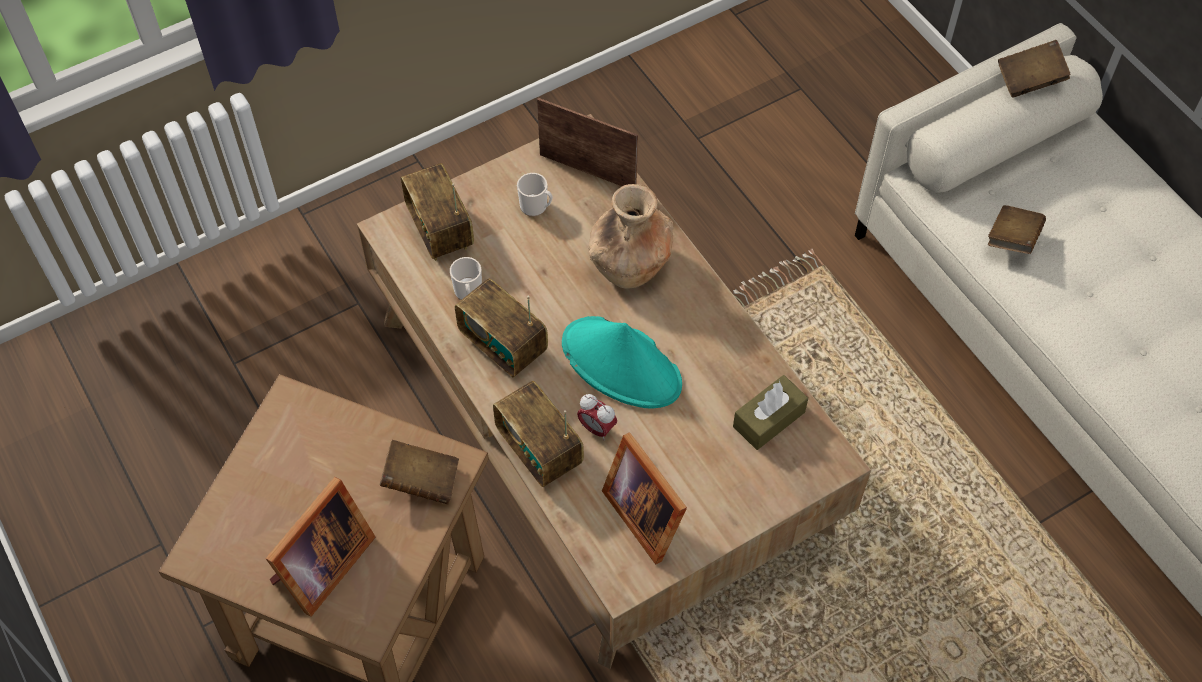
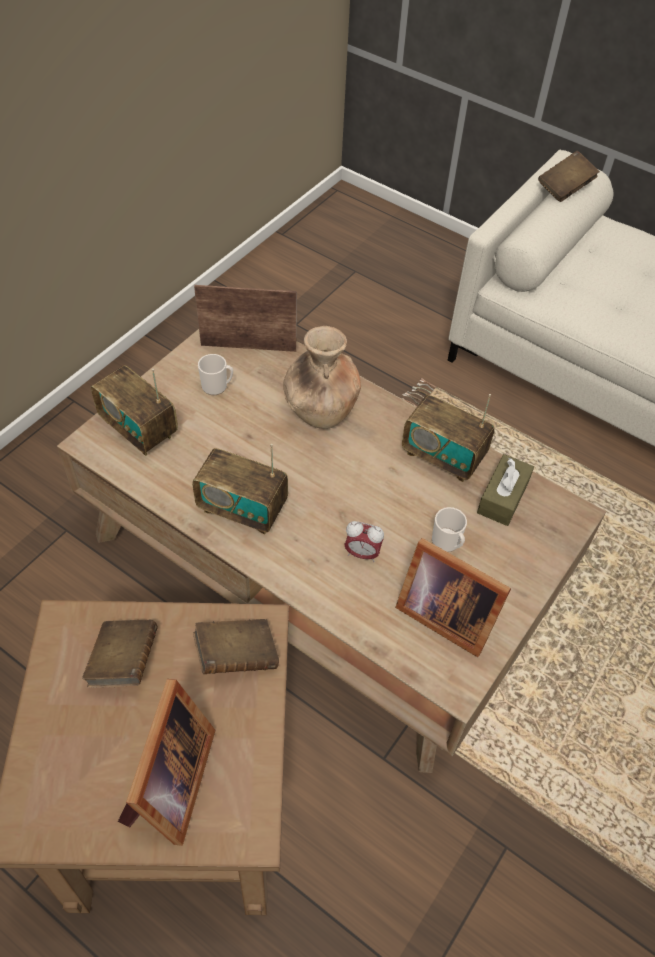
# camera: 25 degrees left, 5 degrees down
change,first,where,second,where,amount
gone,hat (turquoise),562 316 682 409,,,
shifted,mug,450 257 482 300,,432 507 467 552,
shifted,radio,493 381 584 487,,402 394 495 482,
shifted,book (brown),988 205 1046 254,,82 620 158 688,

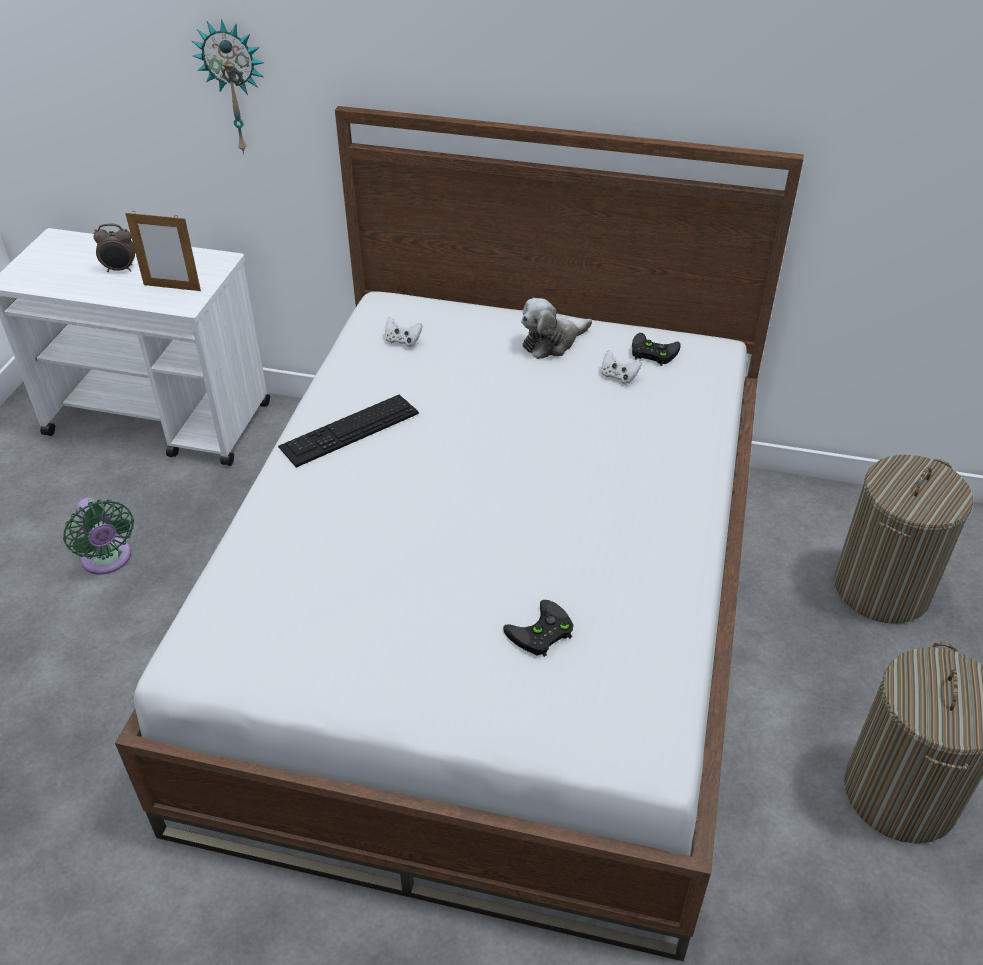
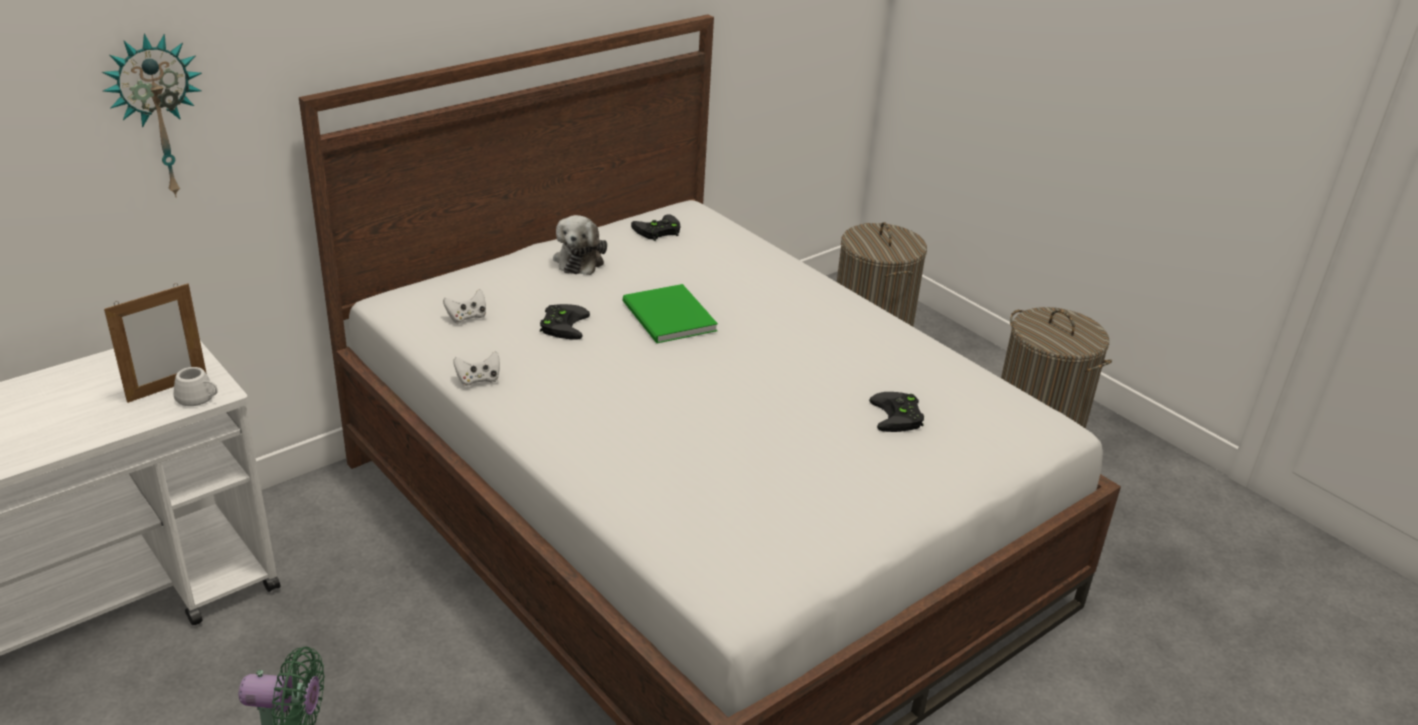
# camera: 55 degrees left, 10 degrees down
change,first,where,second,where,amount
gone,alarm clock,93 224 135 272,,,
gone,keyboard,278 395 419 467,,,
new,,,mug (white),174 367 218 406,
new,,,game controller (black),540 304 590 340,
new,,,book (green),623 284 718 343,
shifted,game controller (white),602 350 642 385,,454 351 500 386,

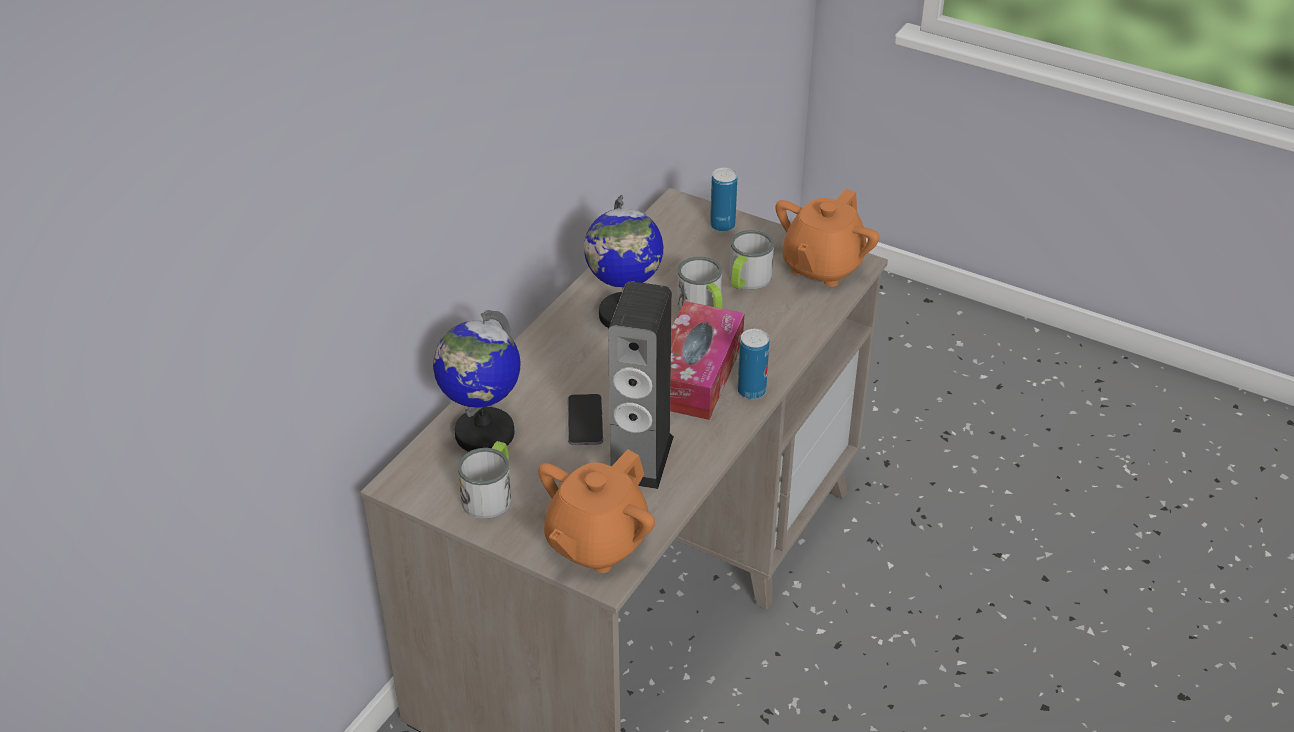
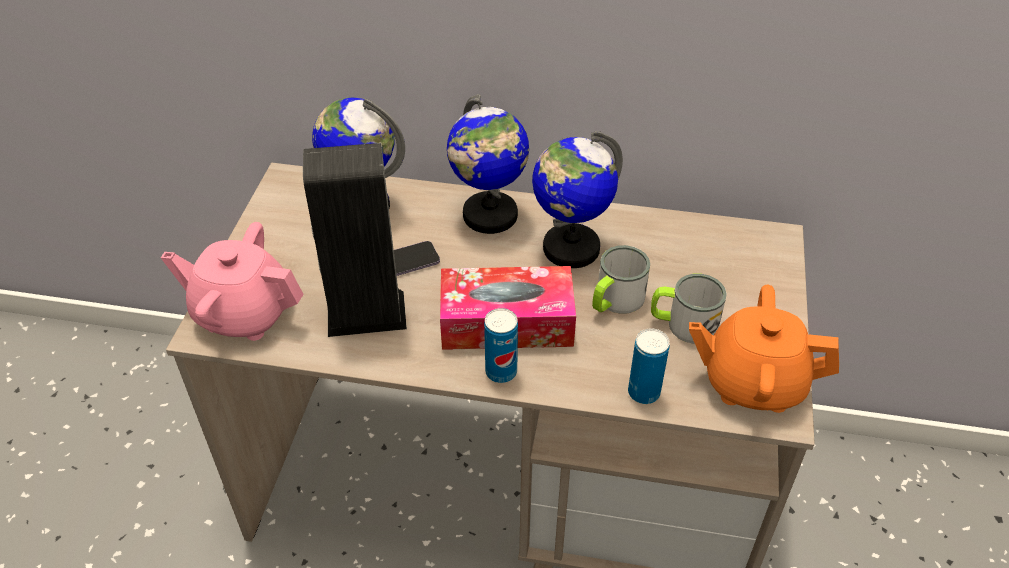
# camera: 70 degrees right, 5 degrees up
change,first,where,second,where,amount
gone,mug,458 441 512 519,,,
new,,,globe,447 94 529 234,
shifted,can,710 168 737 232,,628 328 670 404,
repainted,teapot (orange),538 450 655 573,teapot (pink),161 222 304 341,

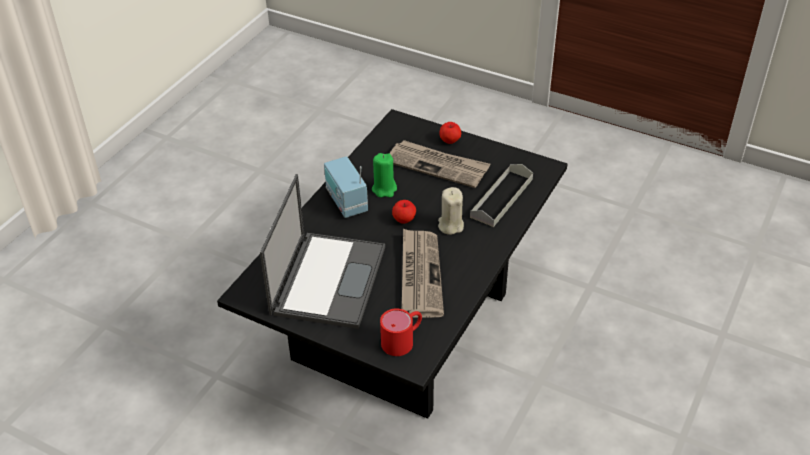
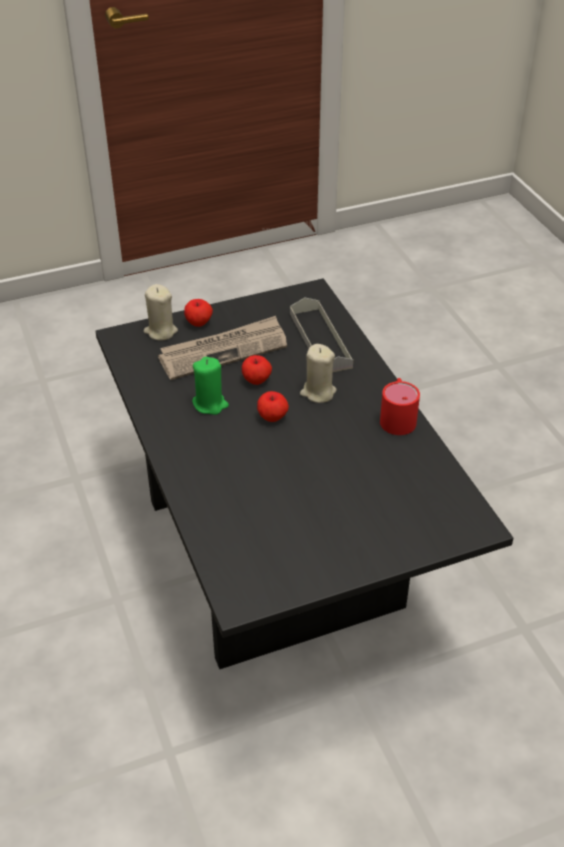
# camera: 50 degrees left, 0 degrees up
change,first,where,second,where,amount
gone,laptop,260 174 385 329,,,
gone,radio,324 156 368 218,,,
gone,newspaper,402 228 444 318,,,
new,,,candle (beige),144 284 178 341,
new,,,apple,242 355 272 385,
shifted,mug (red),380 308 422 356,,380 378 420 435,

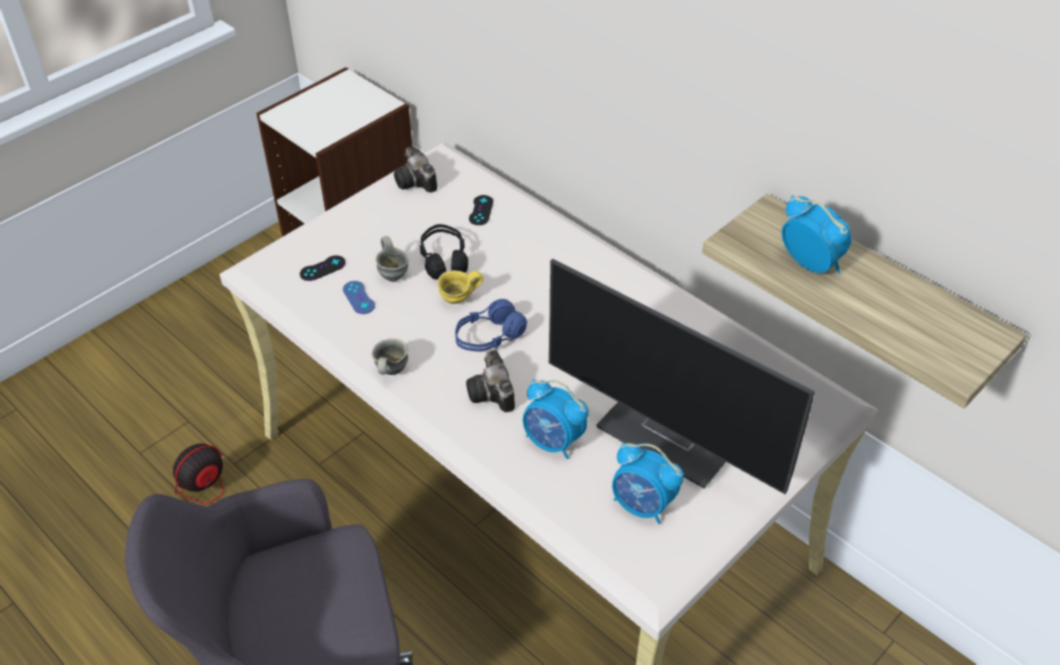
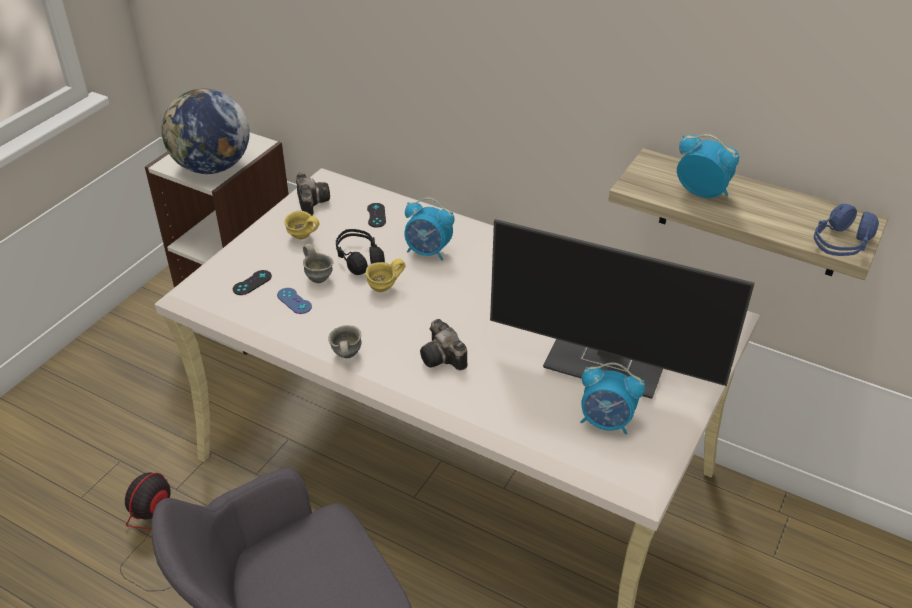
# camera: 15 degrees left, 5 degrees down
change,first,where,second,where,amount
new,,,globe,162 88 250 174,
new,,,mug (yellow),284 211 320 240,
shifted,headphones (blue),455 299 527 352,,814 204 879 256,
shifted,alarm clock,523 379 589 459,,404 198 455 261,
rotated,photo camera,394 146 437 193,,296 173 330 216,150 degrees counterclockwise

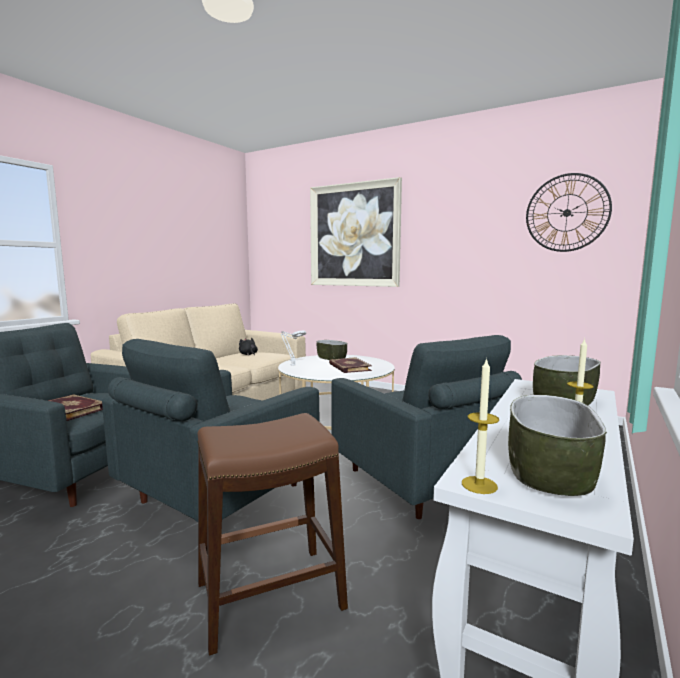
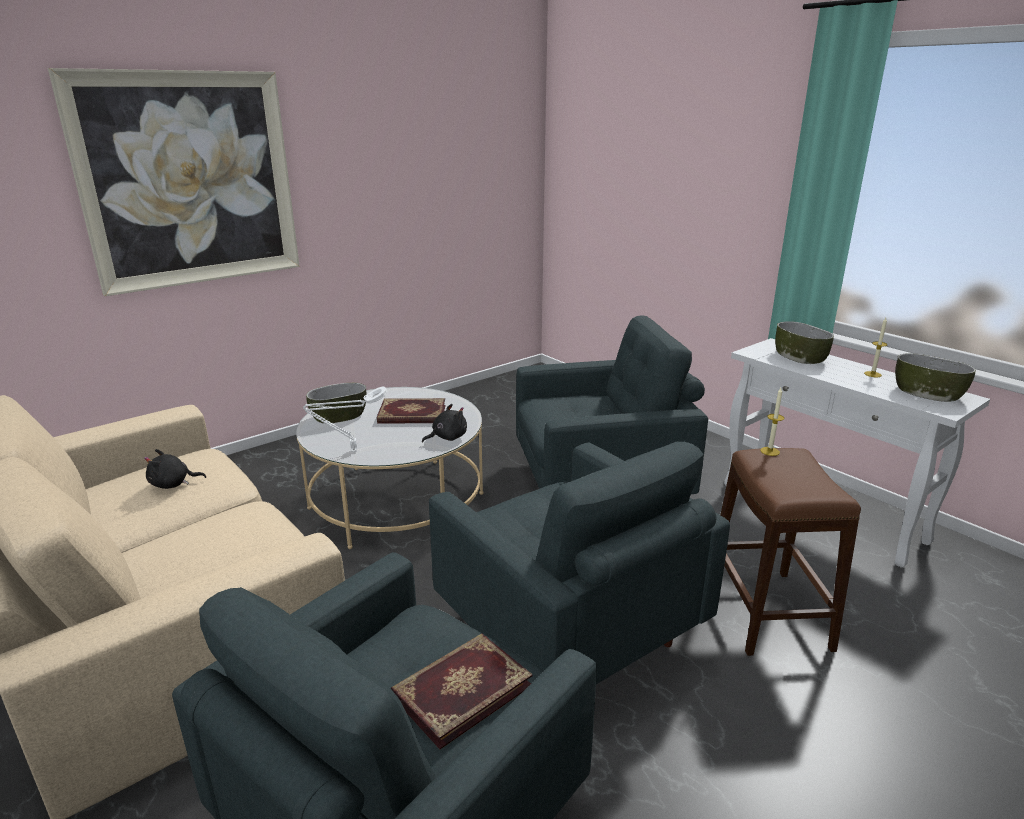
# camera: 70 degrees left, 15 degrees up
change,first,where,second,where,amount
gone,wall clock,526 173 612 252,,,
new,,,plush toy (black),422 404 467 443,
shifted,candle,462 358 499 494,,760 388 784 456,

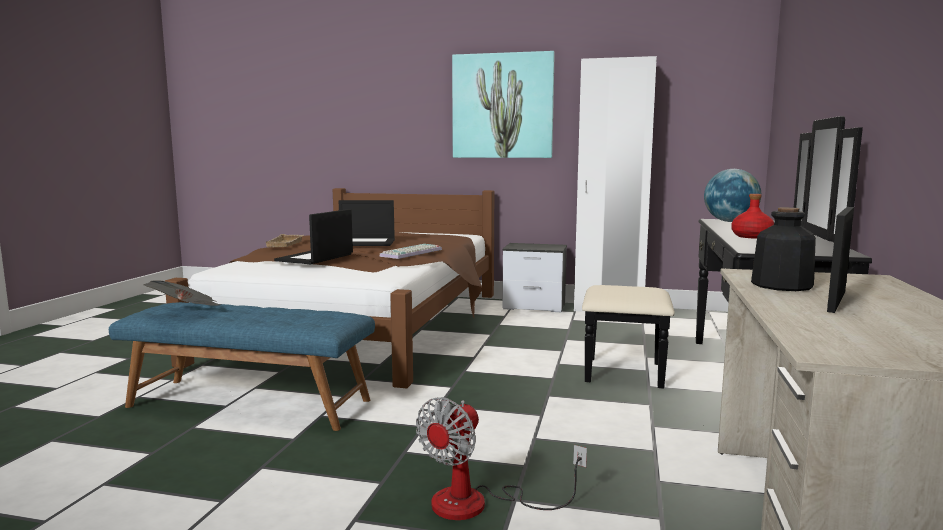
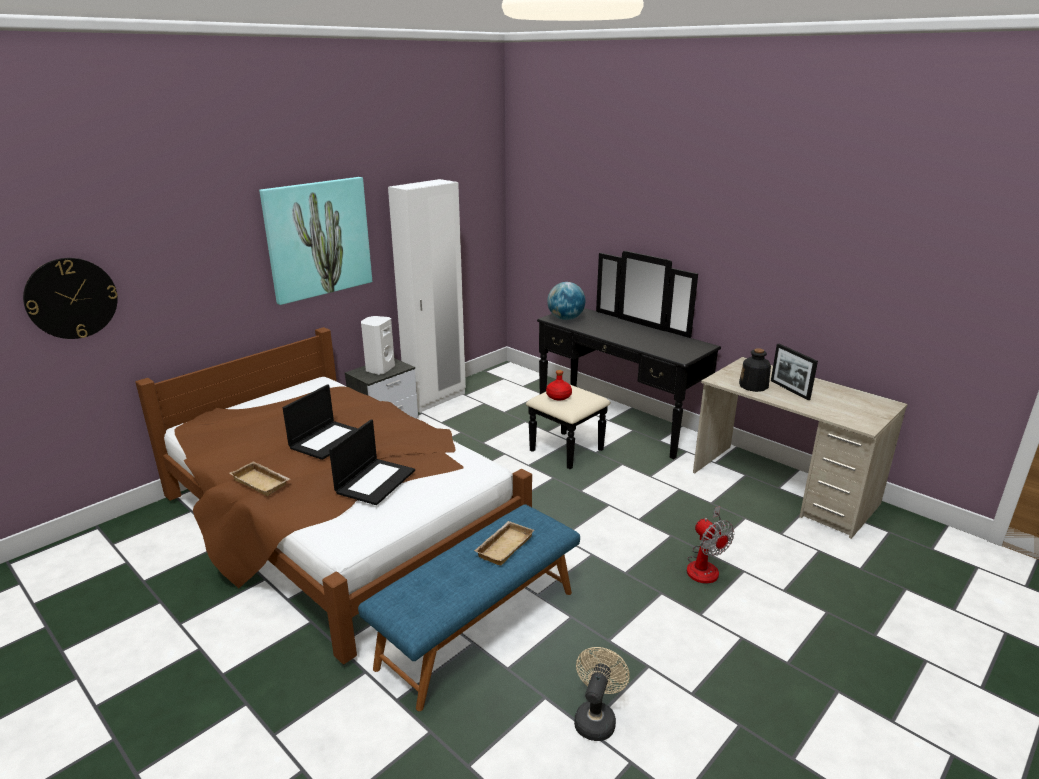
# camera: 60 degrees left, 15 degrees up
change,first,where,second,where,amount
gone,newspaper,143 280 221 306,,,
gone,keyboard,379 244 442 259,,,
new,,,wall clock,23 258 118 339,
new,,,speaker (white),361 316 395 375,
new,,,tray (beige),474 521 534 566,
new,,,fan (beige),574 647 630 741,
shifted,bottle (red),731 194 774 239,,546 370 572 401,
rotated,laptop,274 209 353 264,,329 420 415 505,120 degrees counterclockwise

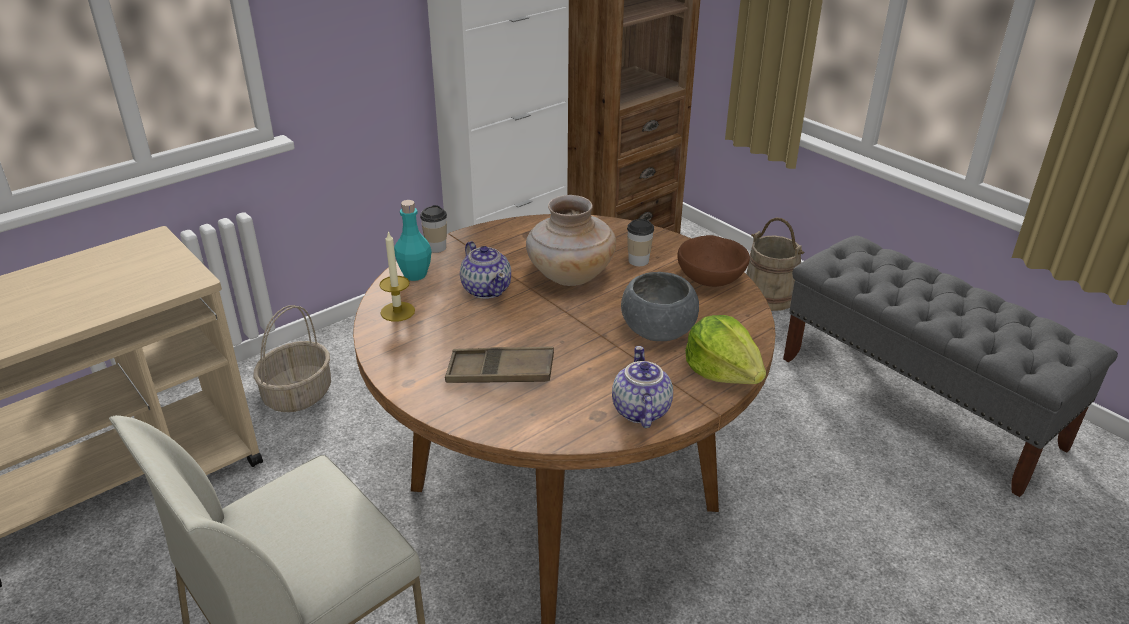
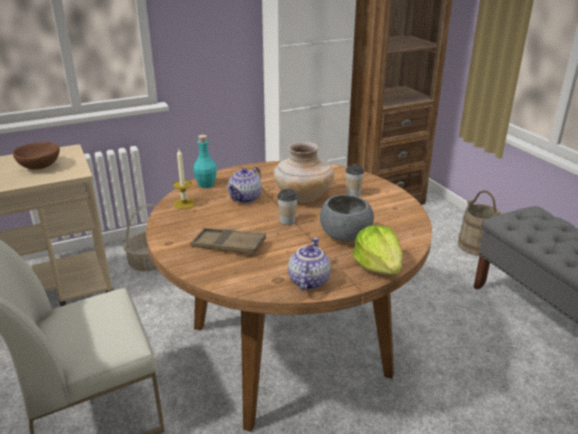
# camera: 15 degrees right, 5 degrees down
change,first,where,second,where,amount
shifted,cup,420 205 447 253,,277 189 297 225,
shifted,bowl (brown),677 235 750 287,,13 142 60 170,
rotated,teapot,460 241 511 299,,227 167 262 203,45 degrees clockwise

